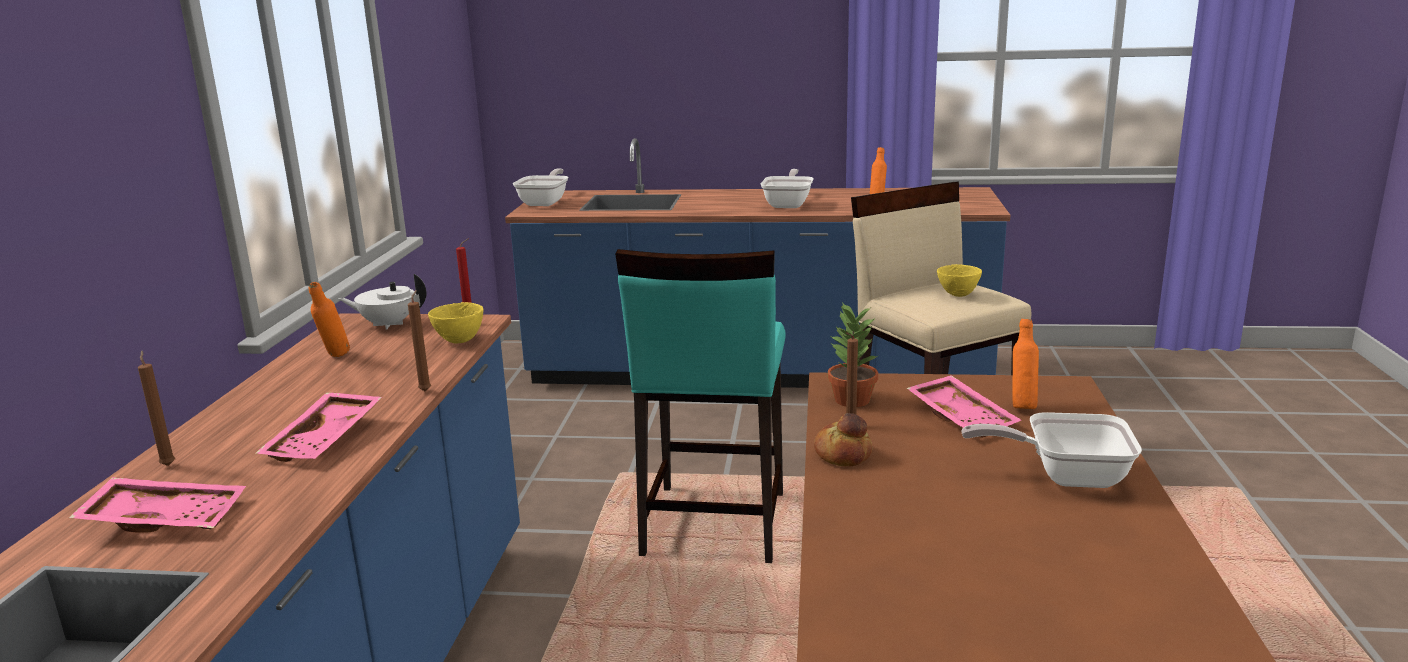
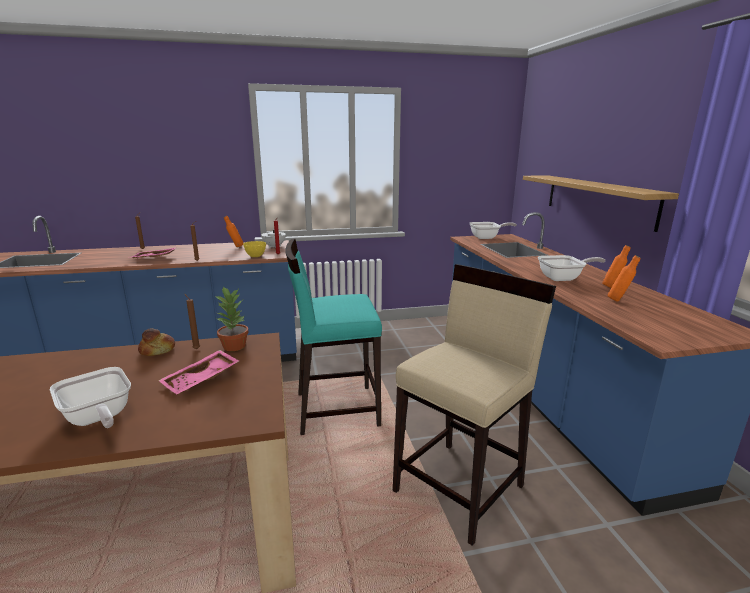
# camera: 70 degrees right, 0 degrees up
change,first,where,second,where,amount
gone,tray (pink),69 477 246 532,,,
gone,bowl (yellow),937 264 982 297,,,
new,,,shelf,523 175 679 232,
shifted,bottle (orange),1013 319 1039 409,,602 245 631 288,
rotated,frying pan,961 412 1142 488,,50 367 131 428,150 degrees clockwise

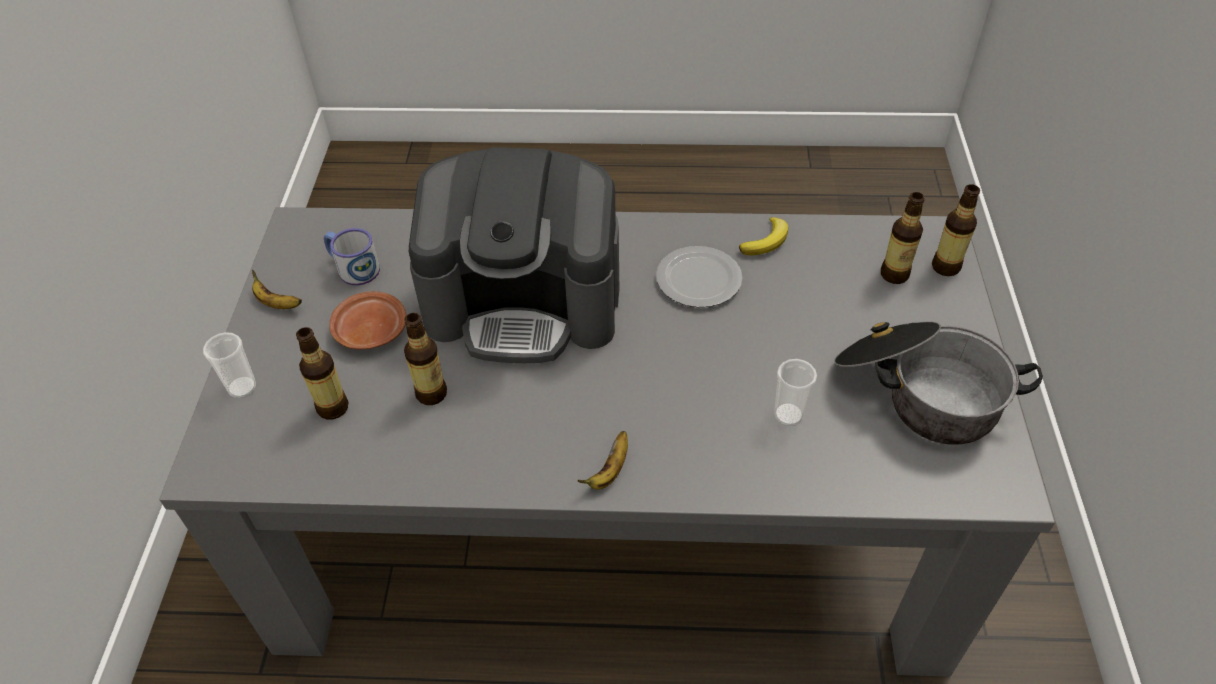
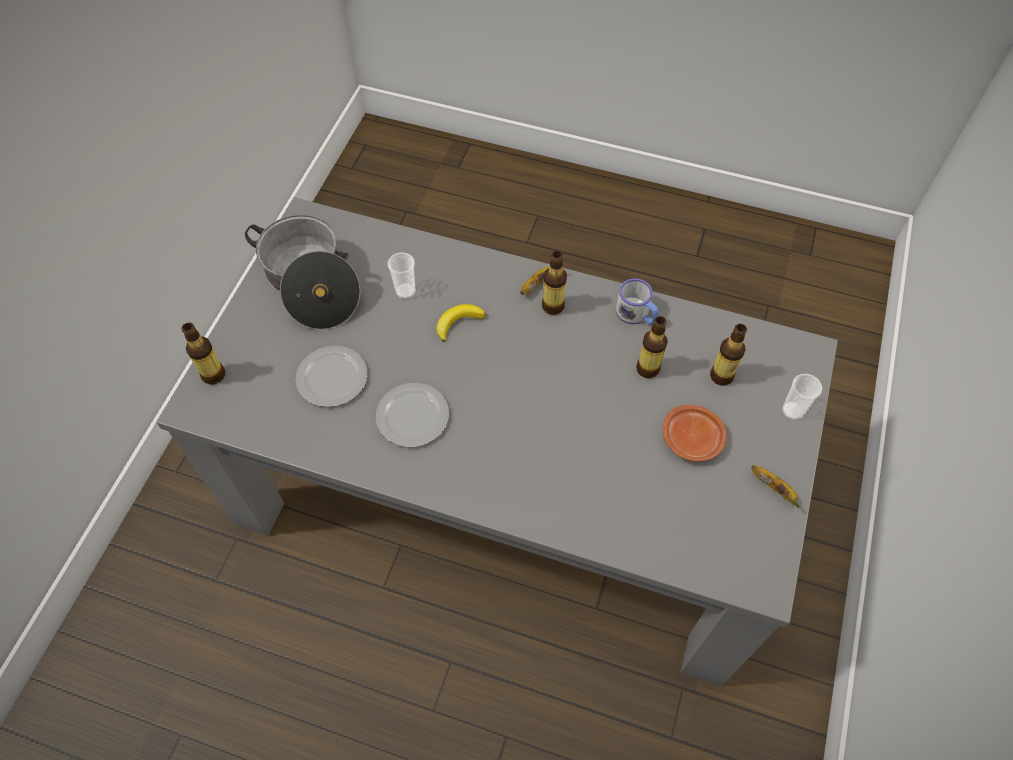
# camera: 165 degrees left, 10 degrees up
change,first,where,second,where,amount
gone,coffee machine,409 147 619 363,,,
new,,,plate,296 346 367 407,
shifted,mug,324 228 380 285,,616 278 659 324,
shifted,banana,739 217 788 255,,436 304 485 342,
shifted,bottle,881 192 925 284,,542 251 567 315,

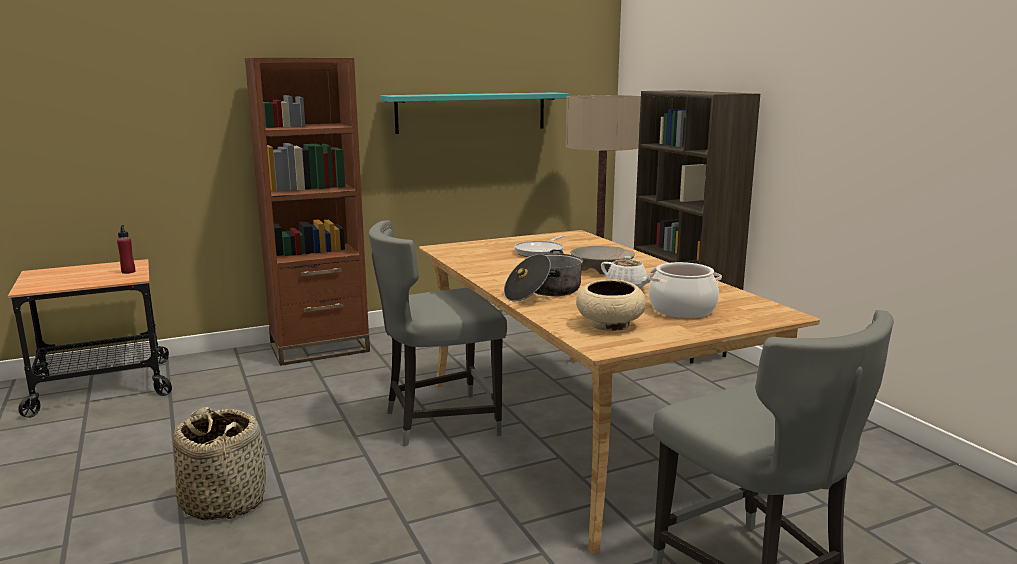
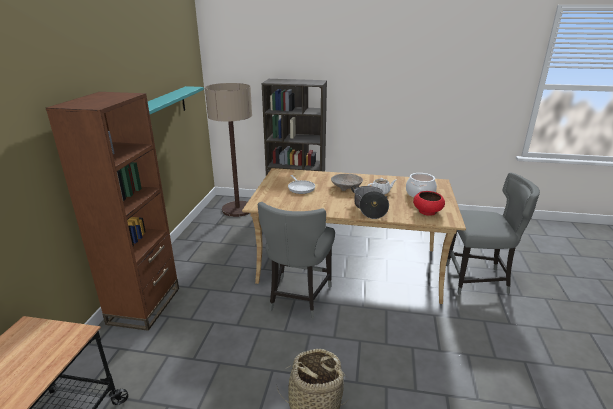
# camera: 55 degrees left, 10 degrees up
change,first,where,second,where,amount
gone,bottle (red),117 225 135 274,,,
repainted,bowl (beige),576 280 646 331,bowl (red),413 191 445 216,

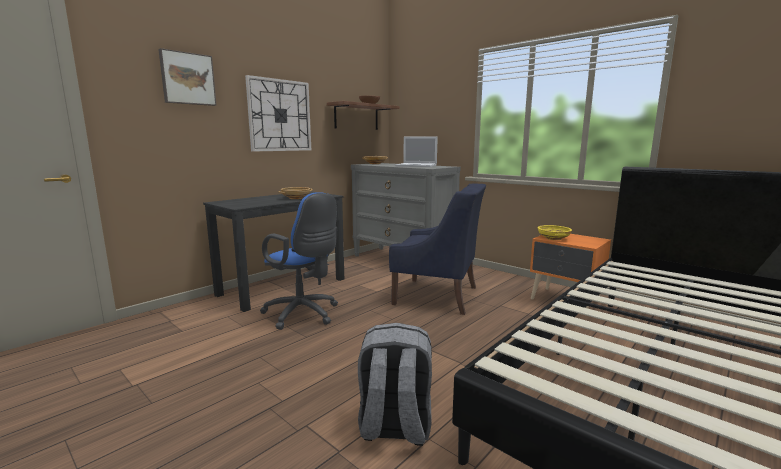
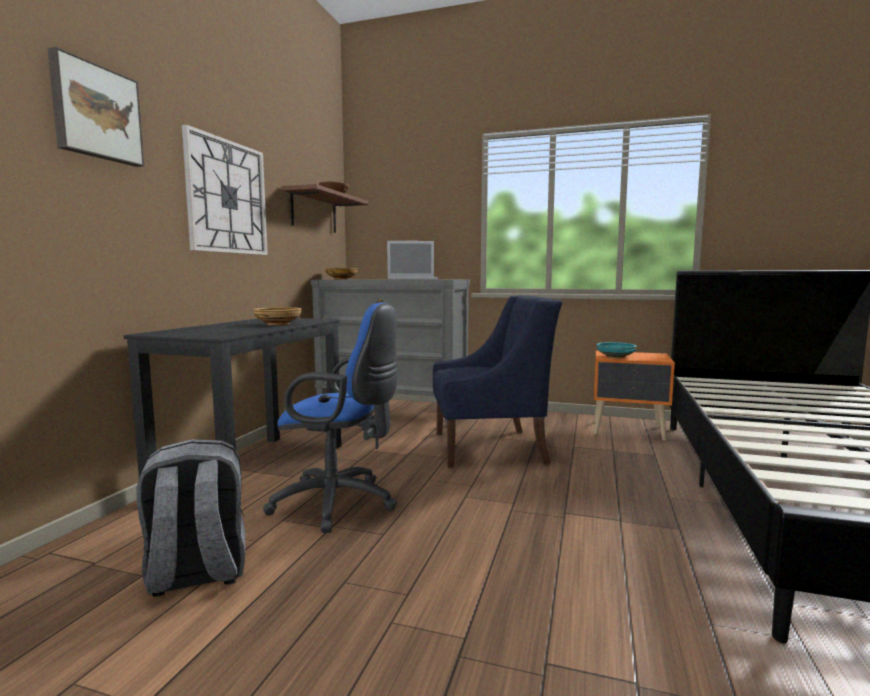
# camera: 25 degrees left, 5 degrees down
change,first,where,second,where,amount
shifted,backpack (grey),358 323 432 446,,136 439 245 597,
repainted,bowl (yellow),538 225 572 240,bowl (turquoise),596 342 637 358,

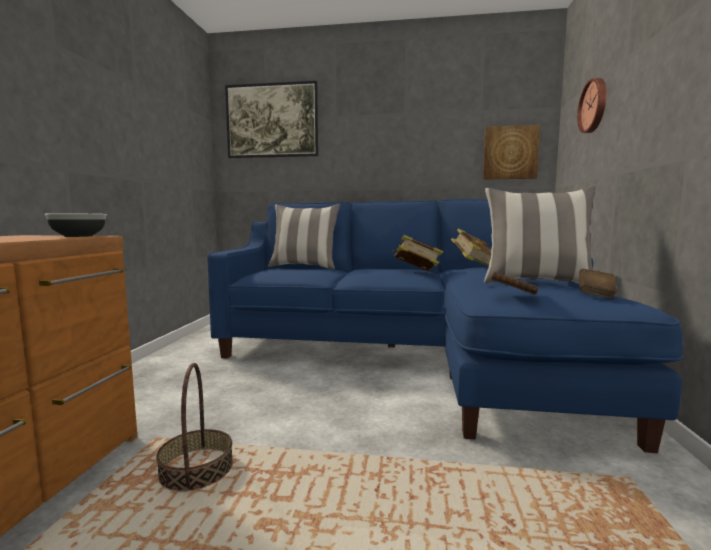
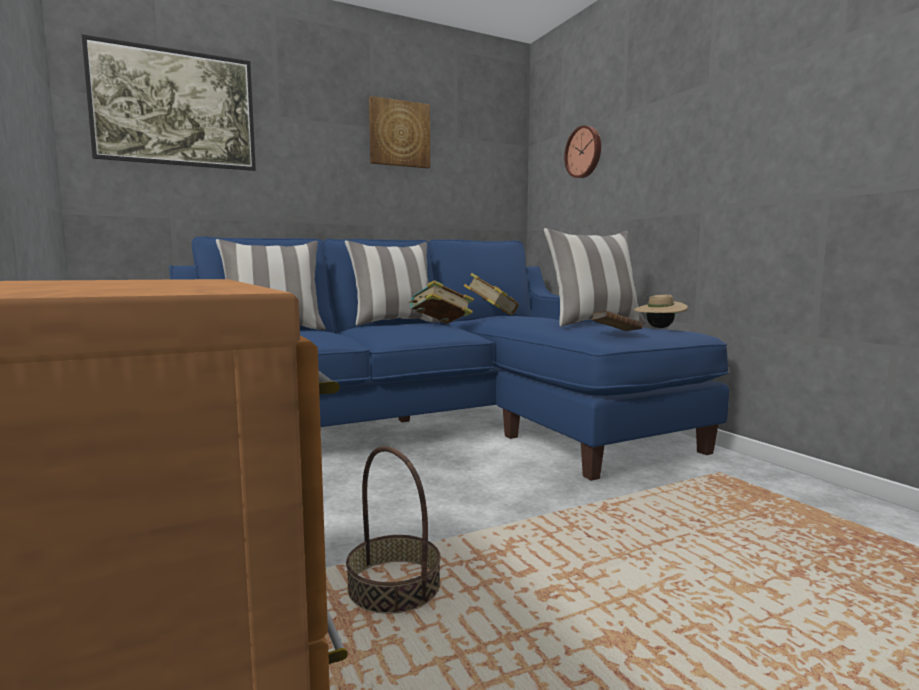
# camera: 35 degrees left, 0 degrees up
change,first,where,second,where,amount
gone,bowl,45 213 106 237,,,
new,,,pillow,345 240 439 326,
shifted,picture,483 125 540 180,,369 96 430 168,
swapped,book (brown),579 269 617 299,hat (beige),634 294 688 328,

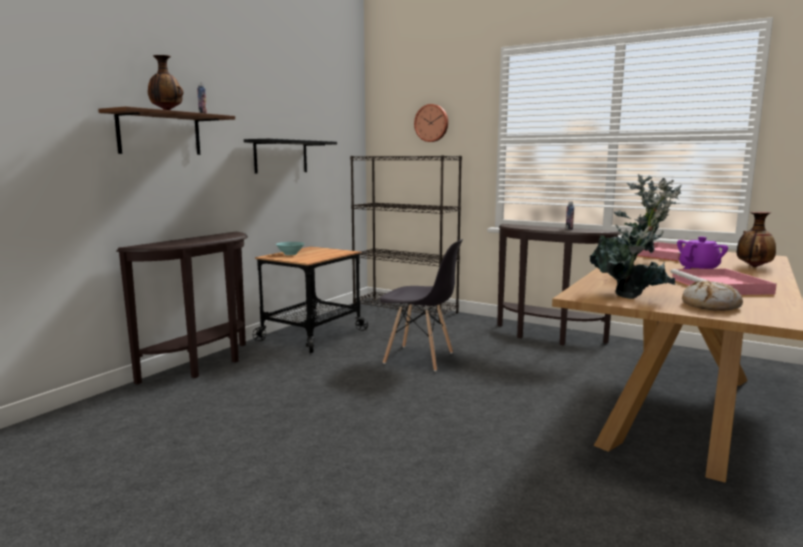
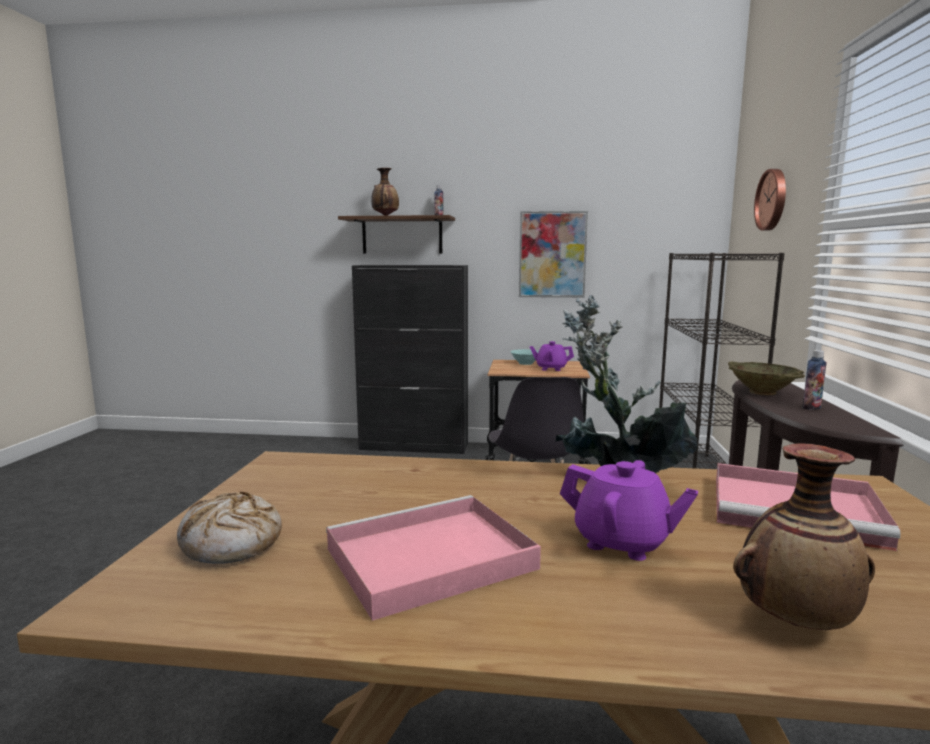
# camera: 65 degrees right, 0 degrees up
change,first,where,second,where,amount
gone,potted plant,590 178 682 299,,,
new,,,teapot (purple),530 341 574 371,
new,,,bowl (beige),728 362 805 395,
swapped,console table (brown),116 232 248 385,cabinet (black),352 265 468 454,
swapped,shelf (black),244 139 337 174,picture,519 211 588 298,

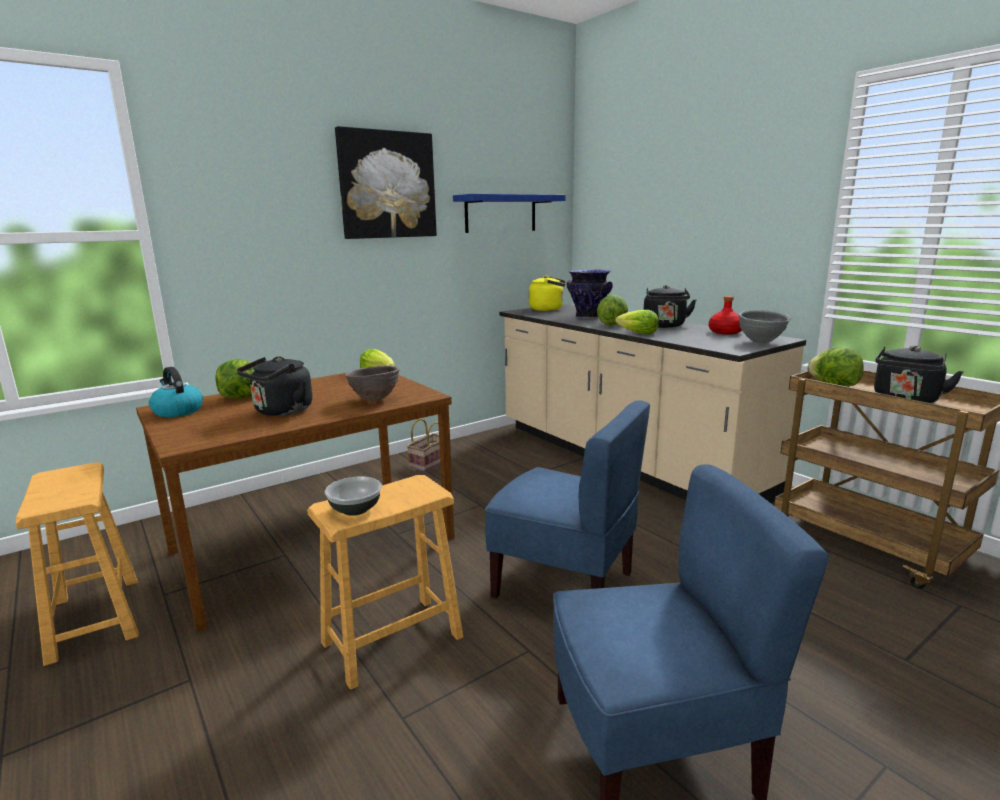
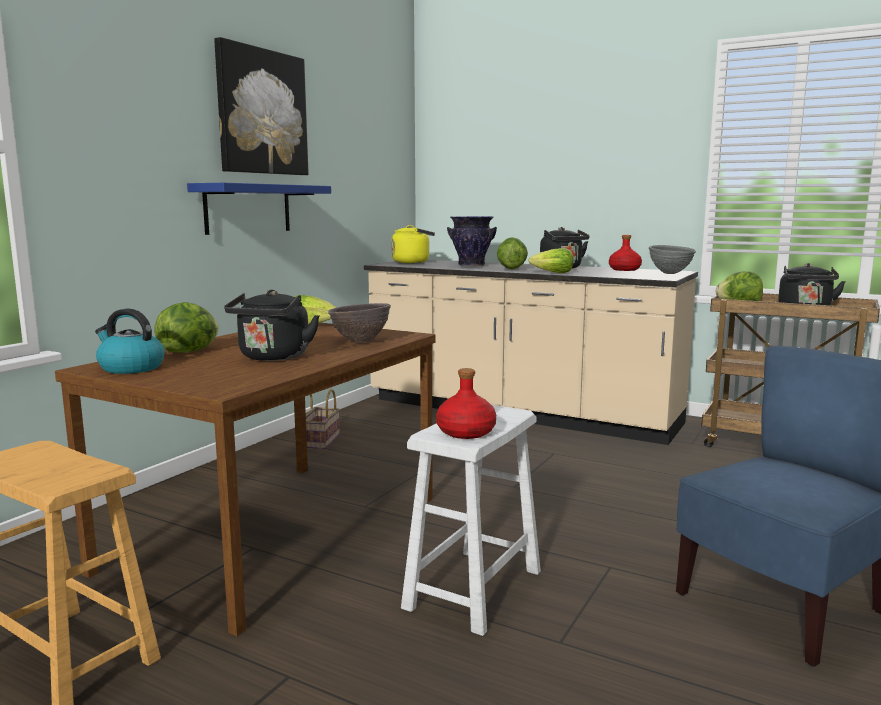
# camera: 25 degrees left, 5 degrees down
change,first,where,second,where,amount
gone,chair (blue),485 400 650 599,,,
shifted,shelf (blue),453 194 566 233,,187 183 331 235,
swapped,bowl,325 476 382 516,bottle (red),436 368 496 439,
repainted,stool (brown),307 475 463 690,stool (white),401 405 541 636,

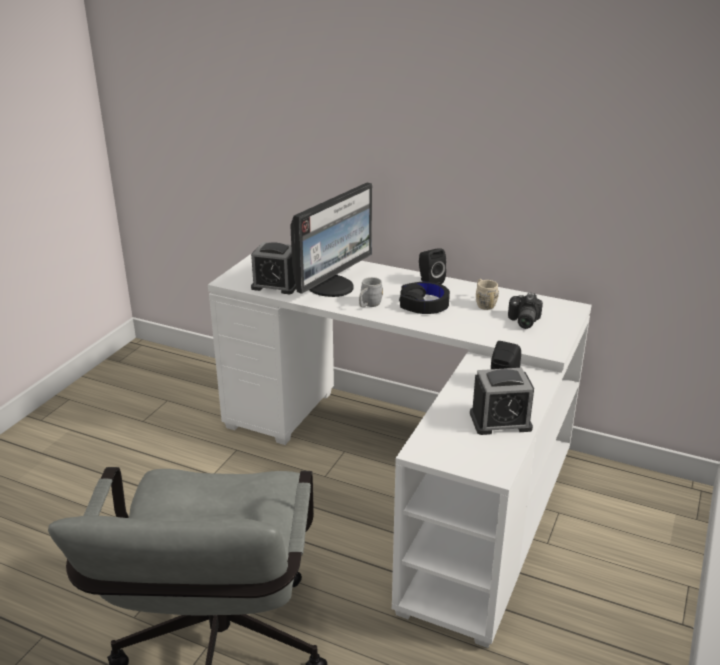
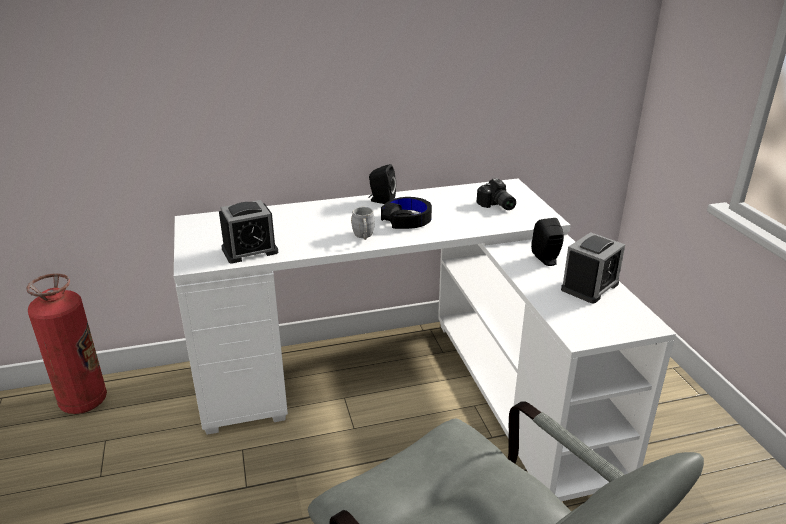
# camera: 40 degrees left, 0 degrees up
change,first,where,second,where,amount
gone,monitor,290 182 372 297,,,
gone,mug (beige),476 279 499 310,,,
new,,,fire extinguisher,26 274 107 414,

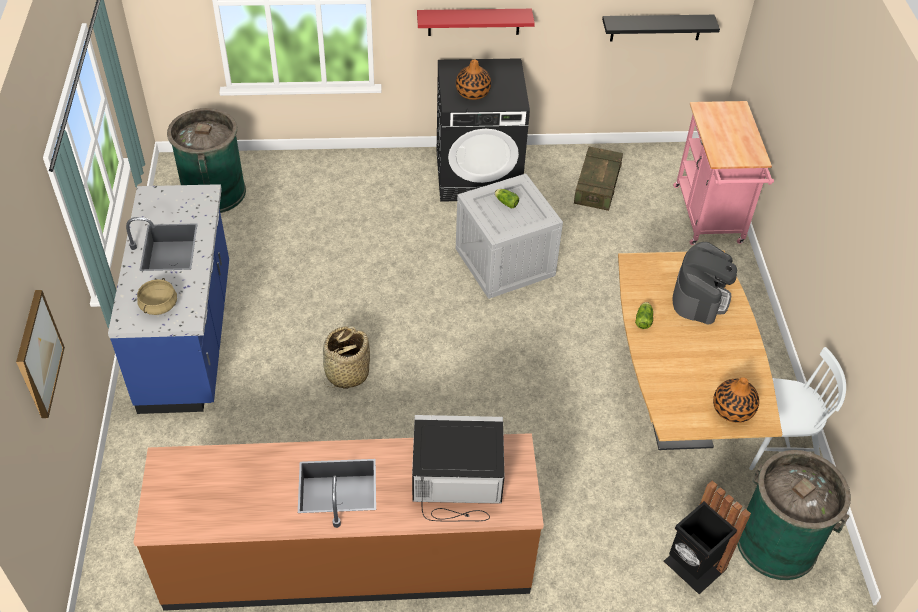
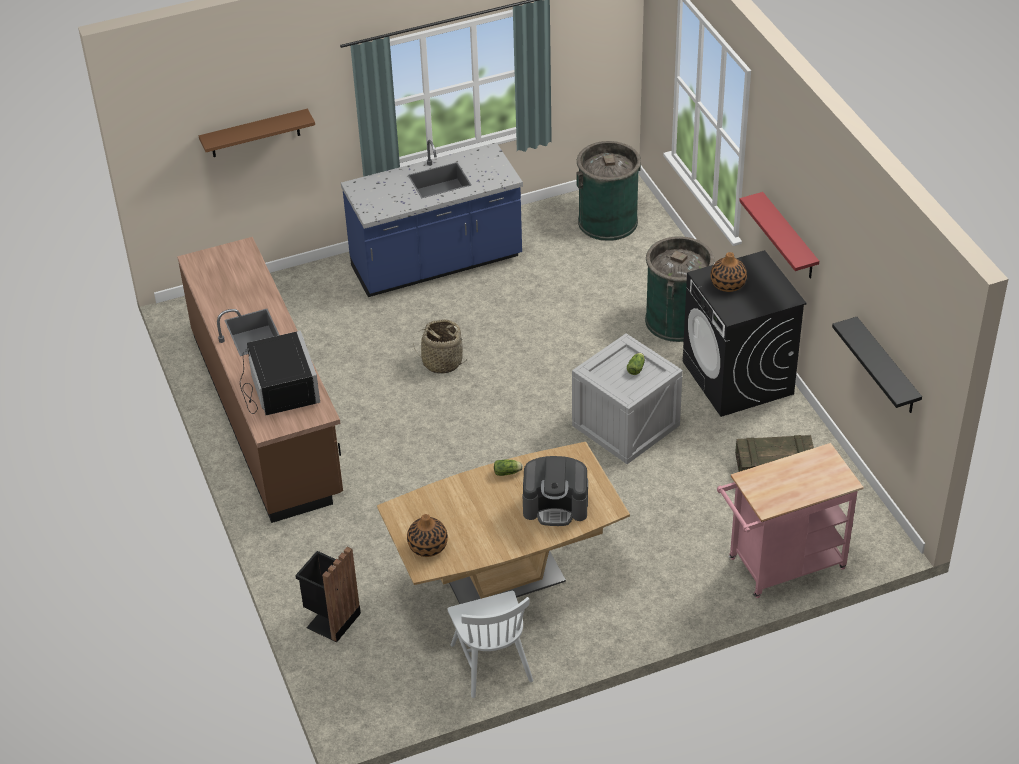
# camera: 75 degrees right, 5 degrees down
change,first,where,second,where,amount
gone,cooking pot (beige),137 278 177 315,,,
shifted,trash can (green),737 450 851 580,,645 236 714 342,
swapped,picture,16 290 65 418,shelf (brown),199 109 315 157,

